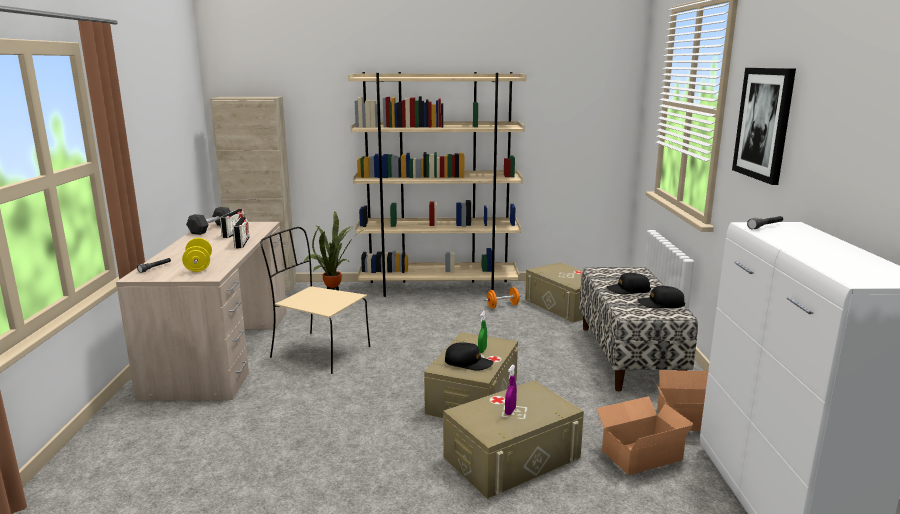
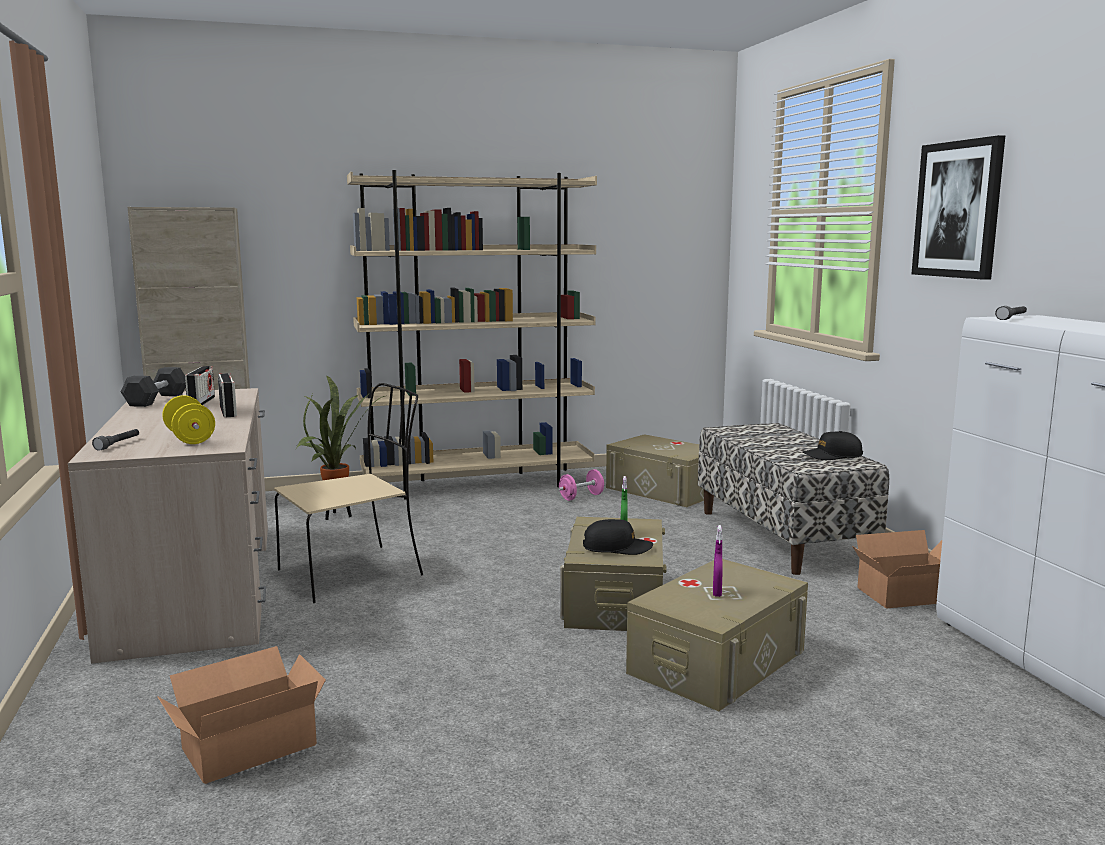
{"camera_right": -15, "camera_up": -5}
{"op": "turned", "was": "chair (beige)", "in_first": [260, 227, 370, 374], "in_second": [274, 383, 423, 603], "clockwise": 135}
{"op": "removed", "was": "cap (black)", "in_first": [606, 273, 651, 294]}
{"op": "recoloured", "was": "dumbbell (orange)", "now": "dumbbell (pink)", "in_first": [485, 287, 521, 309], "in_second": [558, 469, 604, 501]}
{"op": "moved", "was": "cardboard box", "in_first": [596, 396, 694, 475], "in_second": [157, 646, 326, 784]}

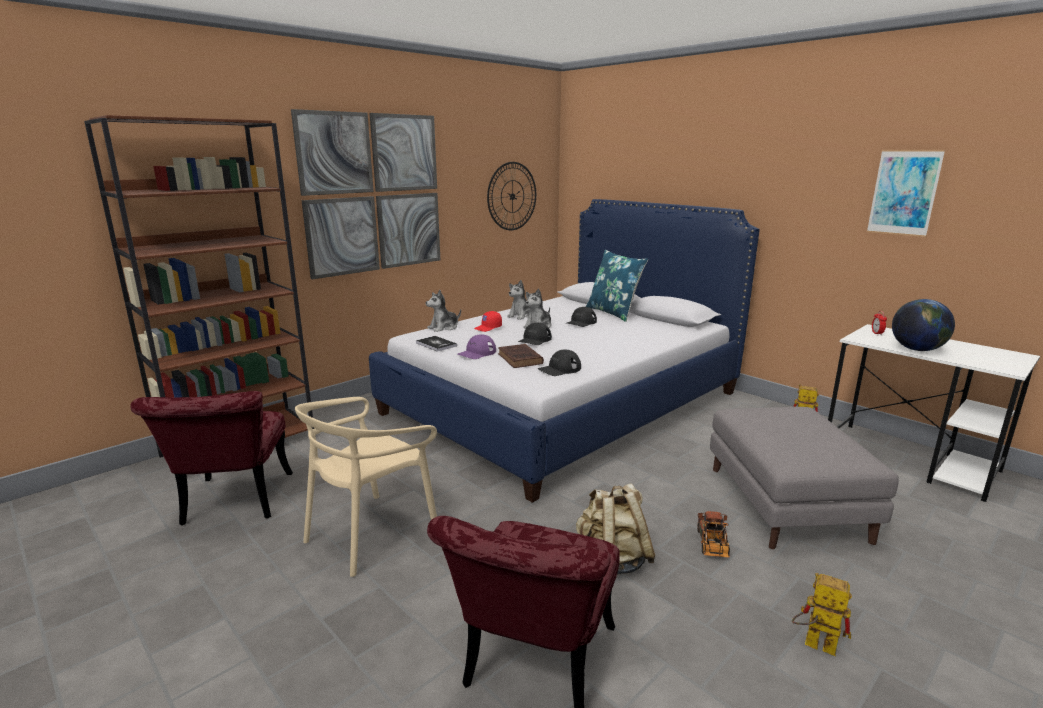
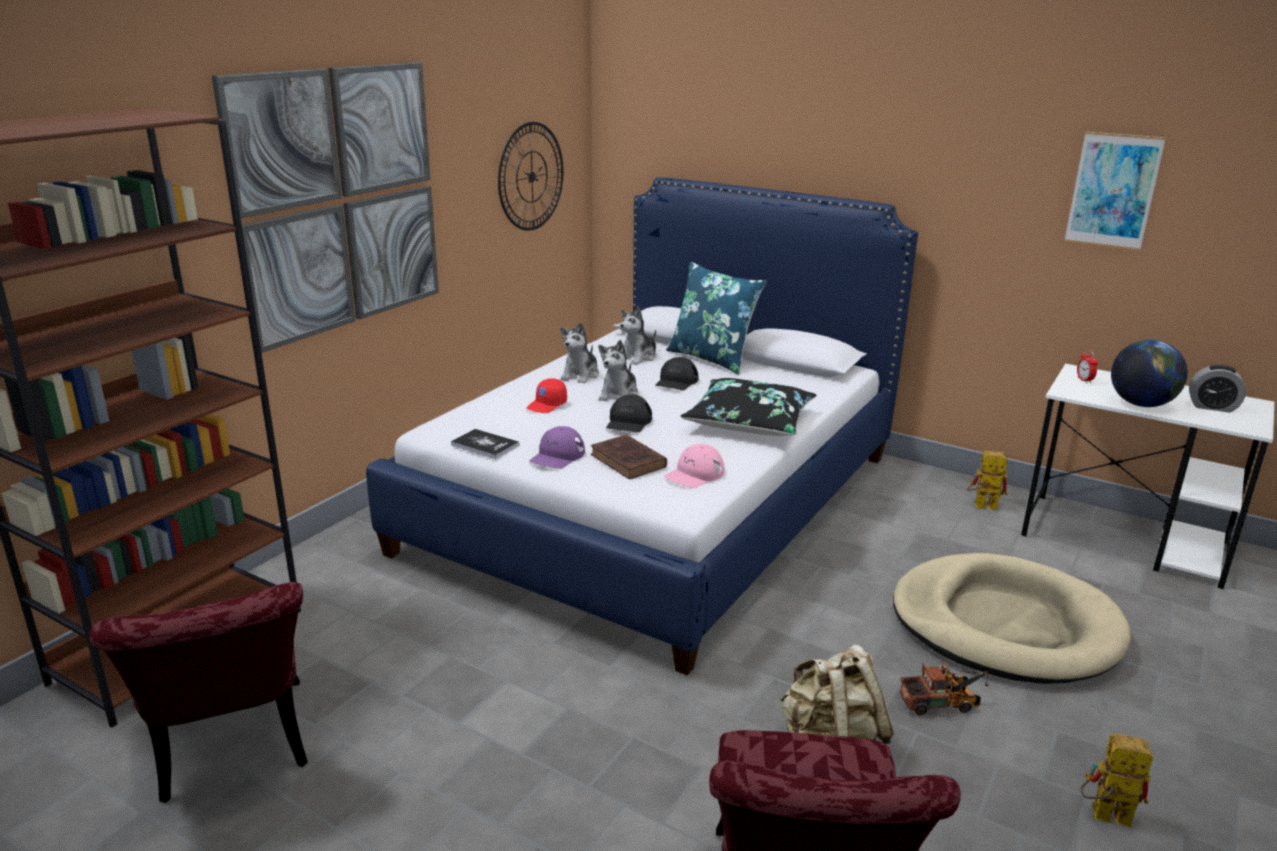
{"camera_right": -15, "camera_up": 5}
{"op": "moved", "was": "plush toy", "in_first": [426, 290, 461, 332], "in_second": [620, 306, 656, 365]}
{"op": "recoloured", "was": "cap (black)", "now": "cap (pink)", "in_first": [538, 350, 581, 376], "in_second": [664, 444, 724, 488]}
{"op": "removed", "was": "chair (beige)", "in_first": [295, 397, 437, 577]}
{"op": "replaced", "was": "ottoman (grey)", "now": "dog bed (beige)", "in_first": [710, 407, 899, 549], "in_second": [893, 553, 1131, 684]}
{"op": "turned", "was": "toy truck", "in_first": [697, 511, 730, 558], "in_second": [900, 664, 989, 716], "clockwise": -90}
{"op": "added", "now": "alarm clock", "in_second": [1189, 365, 1246, 413]}
{"op": "added", "now": "pillow (black)", "in_second": [680, 378, 817, 436]}

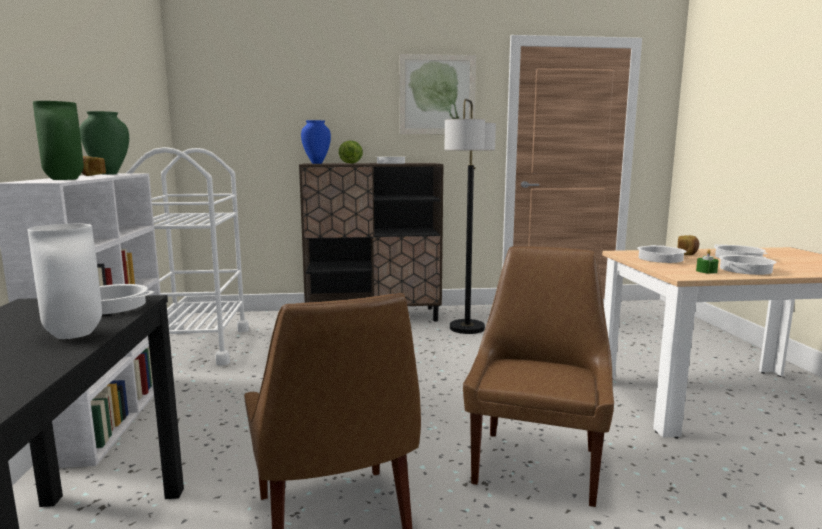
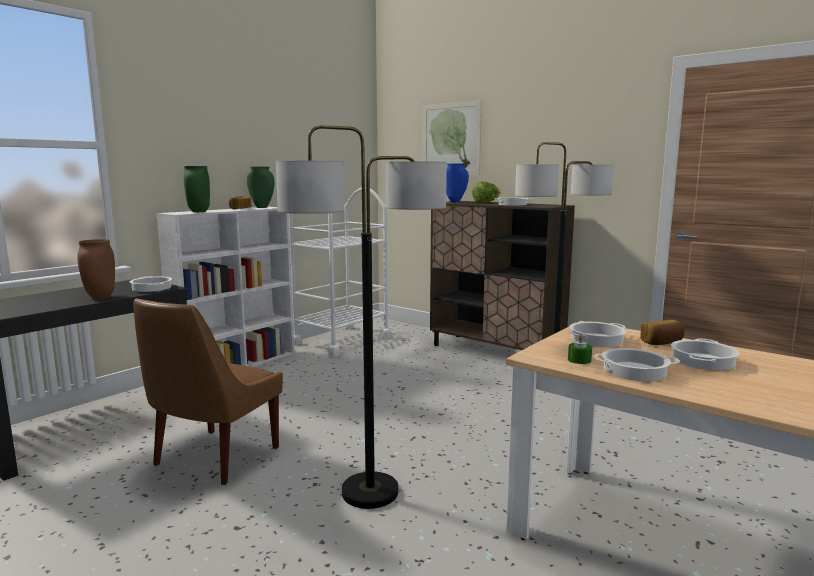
{"camera_right": 45, "camera_up": 0}
{"op": "moved", "was": "picture", "in_first": [400, 54, 476, 134], "in_second": [423, 100, 482, 175]}
{"op": "recoloured", "was": "vase (white)", "now": "vase (brown)", "in_first": [28, 224, 102, 339], "in_second": [77, 239, 115, 299]}
{"op": "replaced", "was": "chair (brown)", "now": "floor lamp", "in_first": [463, 246, 614, 507], "in_second": [276, 125, 447, 509]}

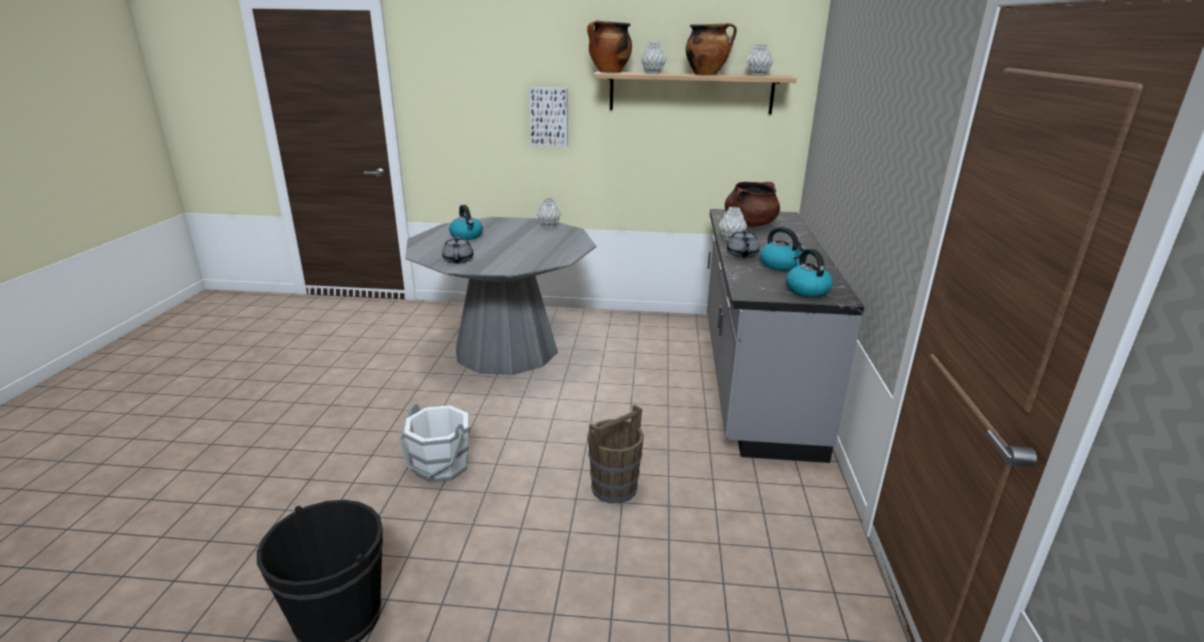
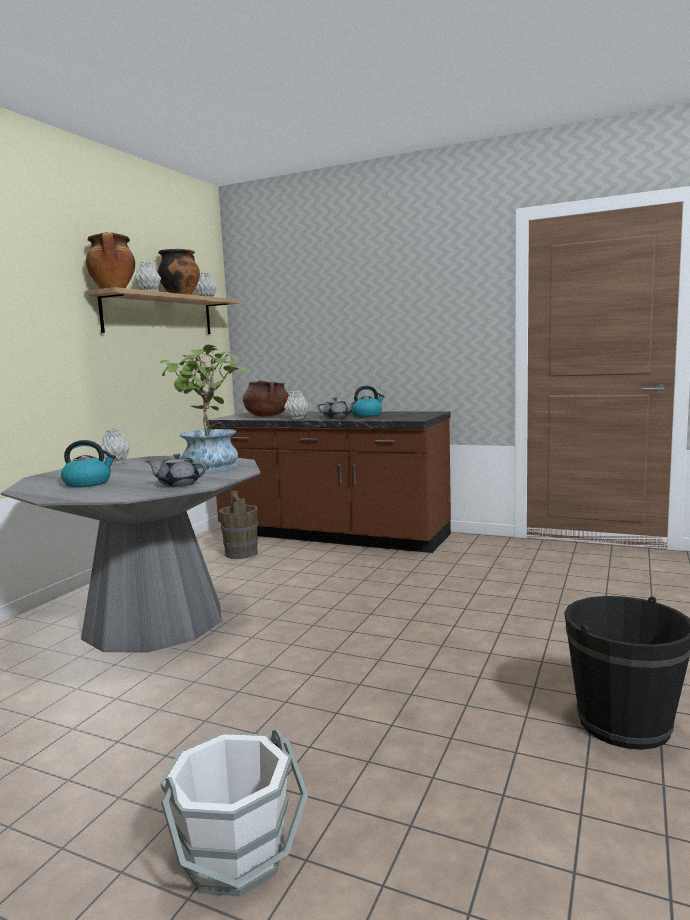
{"camera_right": -70, "camera_up": -15}
{"op": "removed", "was": "picture", "in_first": [529, 87, 568, 147]}
{"op": "recoloured", "was": "counter (grey)", "now": "counter (brown)", "in_first": [707, 209, 864, 463], "in_second": [208, 411, 451, 553]}
{"op": "removed", "was": "kettle", "in_first": [786, 249, 833, 297]}
{"op": "moved", "was": "bucket (white)", "in_first": [399, 404, 470, 483], "in_second": [161, 729, 308, 896]}
{"op": "moved", "was": "bucket (brown)", "in_first": [588, 405, 644, 503], "in_second": [219, 491, 258, 559]}
{"op": "added", "now": "potted plant", "in_second": [160, 345, 247, 472]}

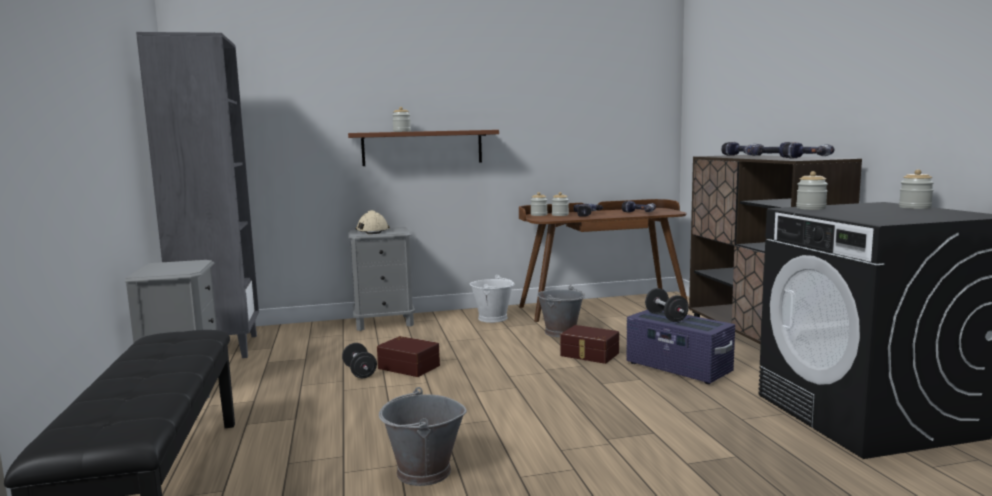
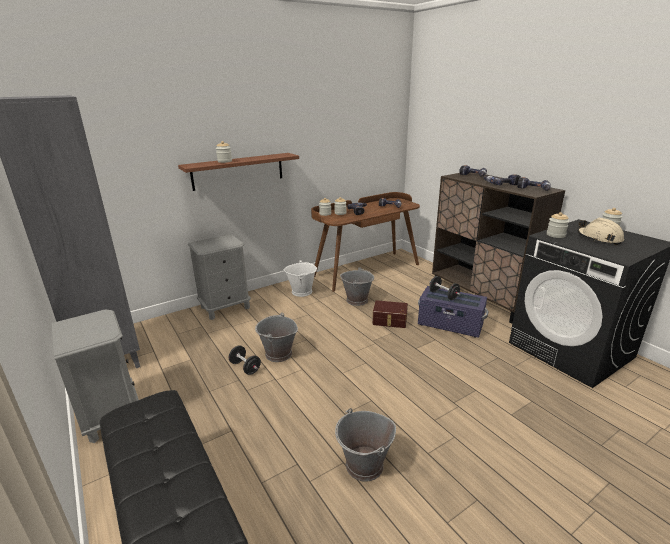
{"camera_right": -20, "camera_up": 15}
{"op": "moved", "was": "hard hat (beige)", "in_first": [356, 210, 389, 234], "in_second": [578, 218, 624, 245]}
{"op": "replaced", "was": "storage box (brown)", "now": "bucket (grey)", "in_first": [377, 336, 440, 377], "in_second": [255, 313, 298, 362]}

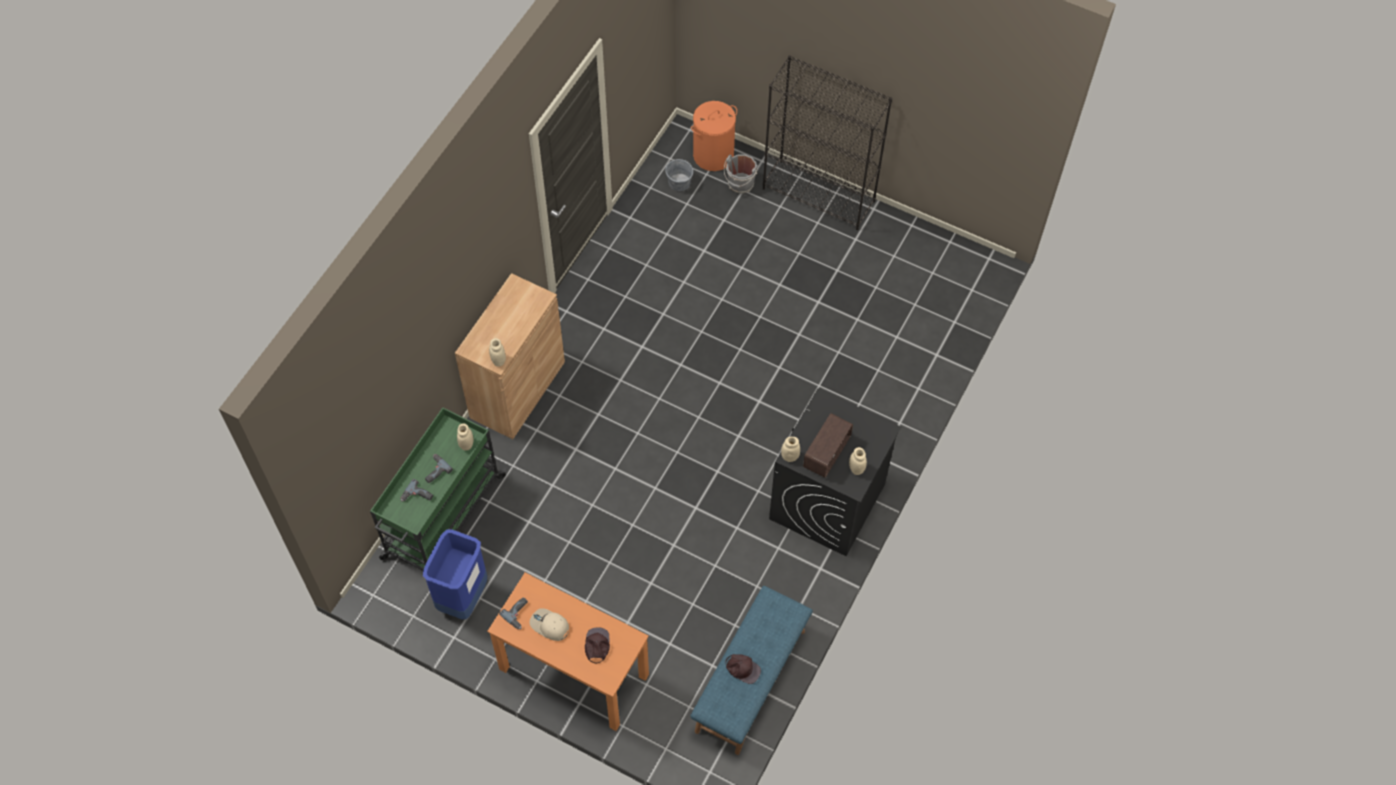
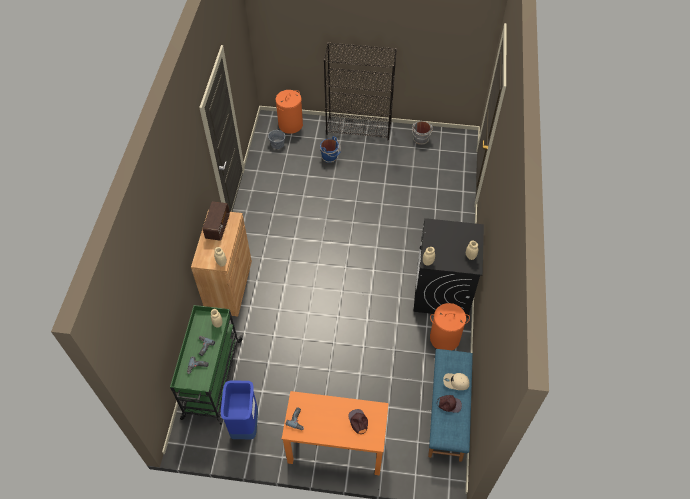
{"camera_right": -20, "camera_up": -5}
{"op": "moved", "was": "bucket (grey)", "in_first": [724, 154, 757, 193], "in_second": [412, 121, 433, 145]}
{"op": "moved", "was": "radio", "in_first": [803, 413, 853, 478], "in_second": [203, 201, 230, 241]}
{"op": "moved", "was": "cap (beige)", "in_first": [530, 608, 569, 641], "in_second": [443, 373, 470, 390]}
{"op": "added", "now": "bucket (blue)", "in_second": [320, 136, 341, 163]}
{"op": "added", "now": "laundry basket (orange)", "in_second": [430, 303, 470, 350]}

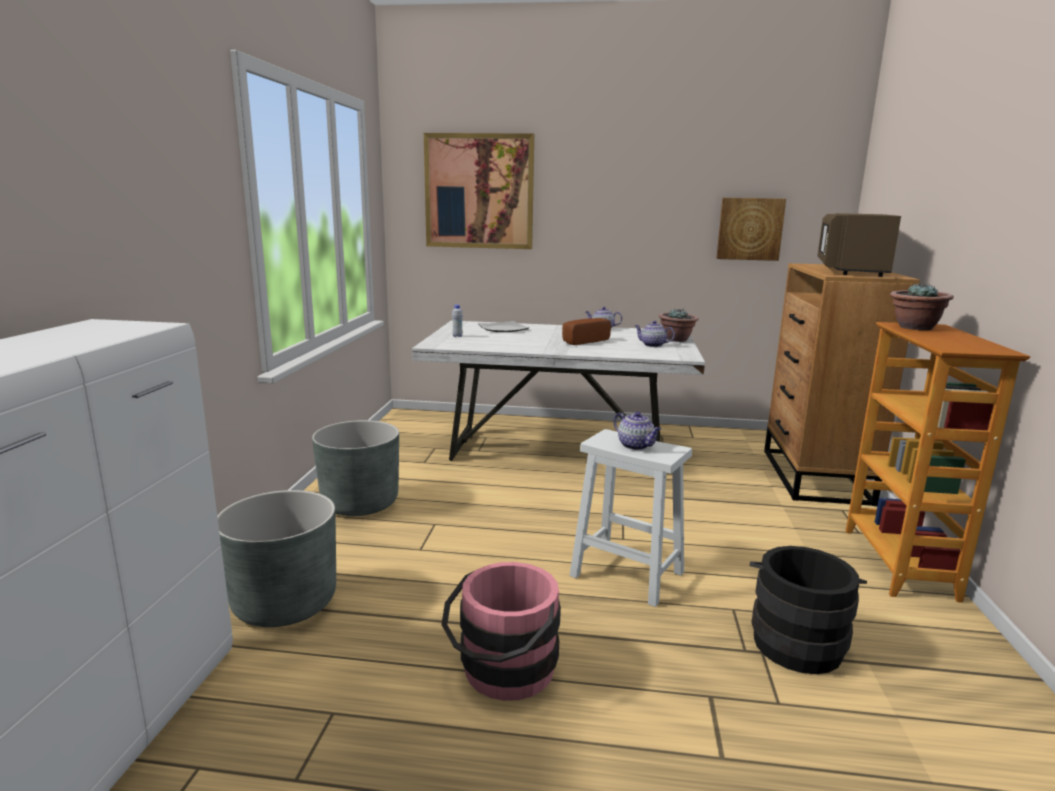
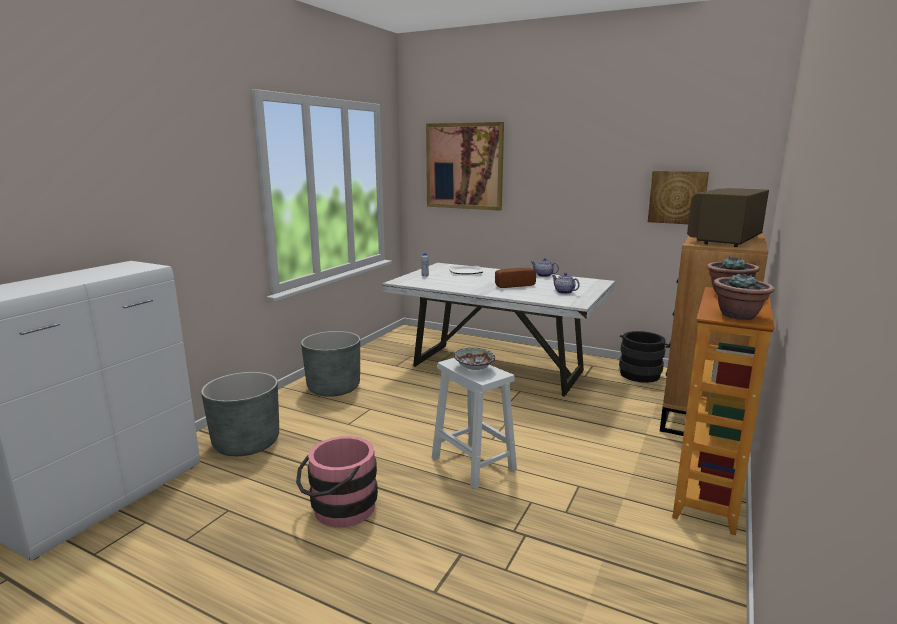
{"camera_right": 20, "camera_up": 0}
{"op": "moved", "was": "potted plant", "in_first": [659, 309, 698, 342], "in_second": [714, 273, 774, 320]}
{"op": "replaced", "was": "teapot", "now": "bowl", "in_first": [614, 412, 662, 450], "in_second": [454, 348, 495, 370]}
{"op": "moved", "was": "bucket (black)", "in_first": [750, 546, 867, 674], "in_second": [619, 331, 670, 383]}

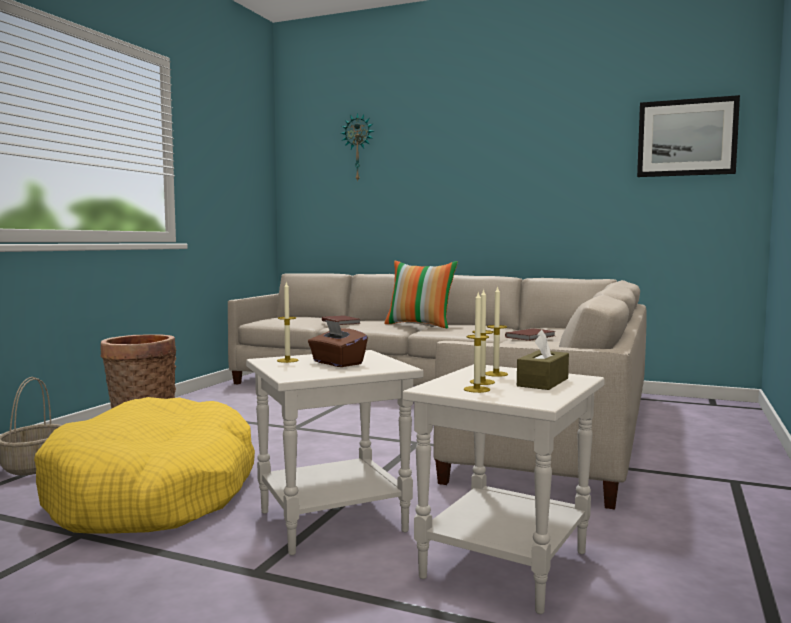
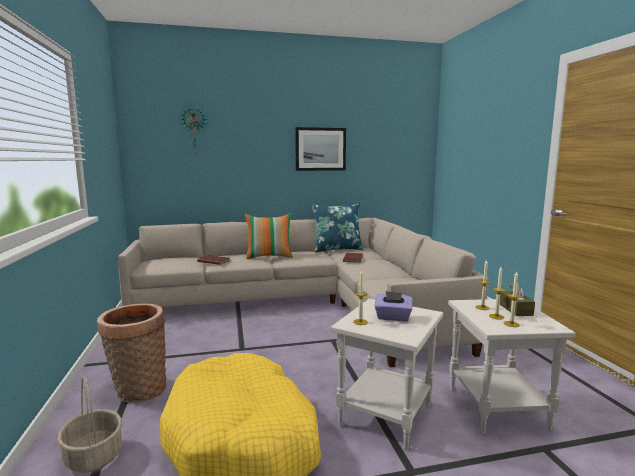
{"camera_right": -35, "camera_up": 5}
{"op": "moved", "was": "picture", "in_first": [637, 95, 740, 177], "in_second": [295, 127, 346, 171]}
{"op": "recoloured", "was": "tissue box (brown)", "now": "tissue box (purple)", "in_first": [308, 320, 368, 367], "in_second": [375, 291, 412, 321]}
{"op": "added", "now": "pillow (blue)", "in_second": [312, 203, 364, 252]}

